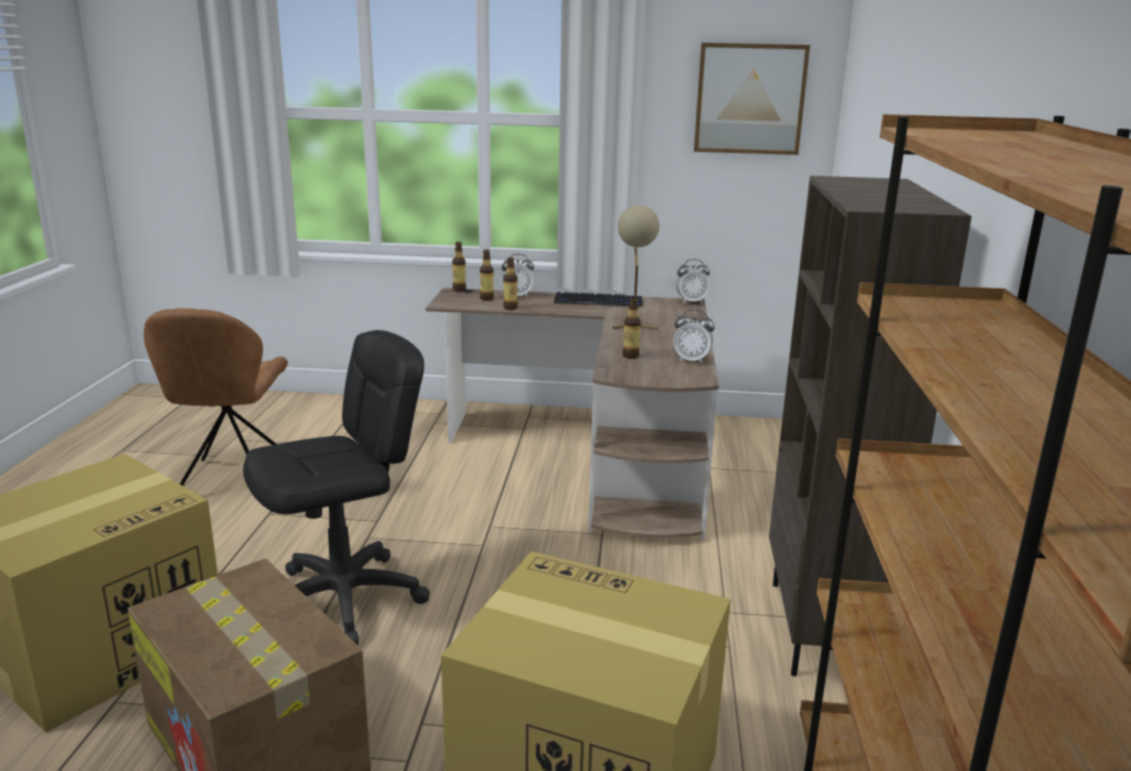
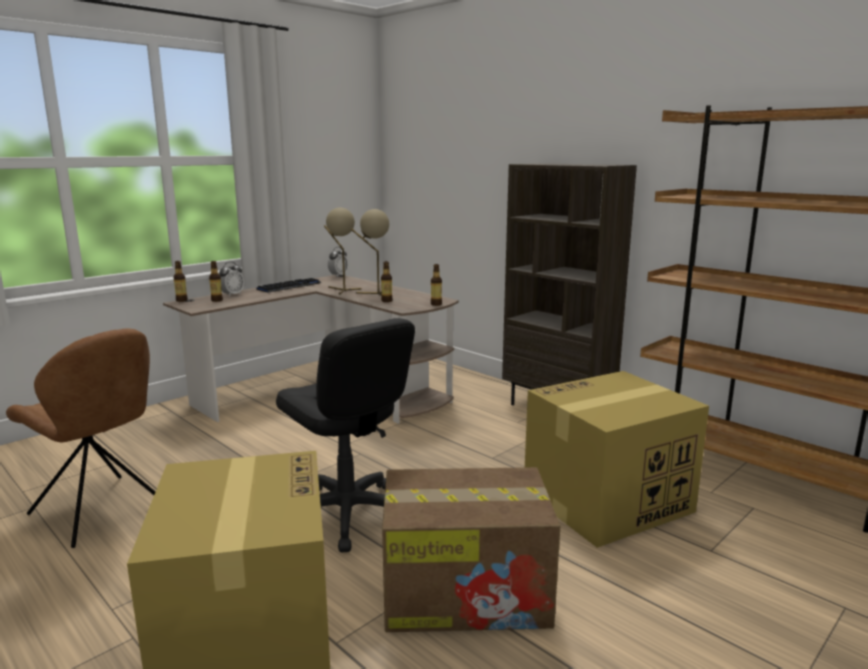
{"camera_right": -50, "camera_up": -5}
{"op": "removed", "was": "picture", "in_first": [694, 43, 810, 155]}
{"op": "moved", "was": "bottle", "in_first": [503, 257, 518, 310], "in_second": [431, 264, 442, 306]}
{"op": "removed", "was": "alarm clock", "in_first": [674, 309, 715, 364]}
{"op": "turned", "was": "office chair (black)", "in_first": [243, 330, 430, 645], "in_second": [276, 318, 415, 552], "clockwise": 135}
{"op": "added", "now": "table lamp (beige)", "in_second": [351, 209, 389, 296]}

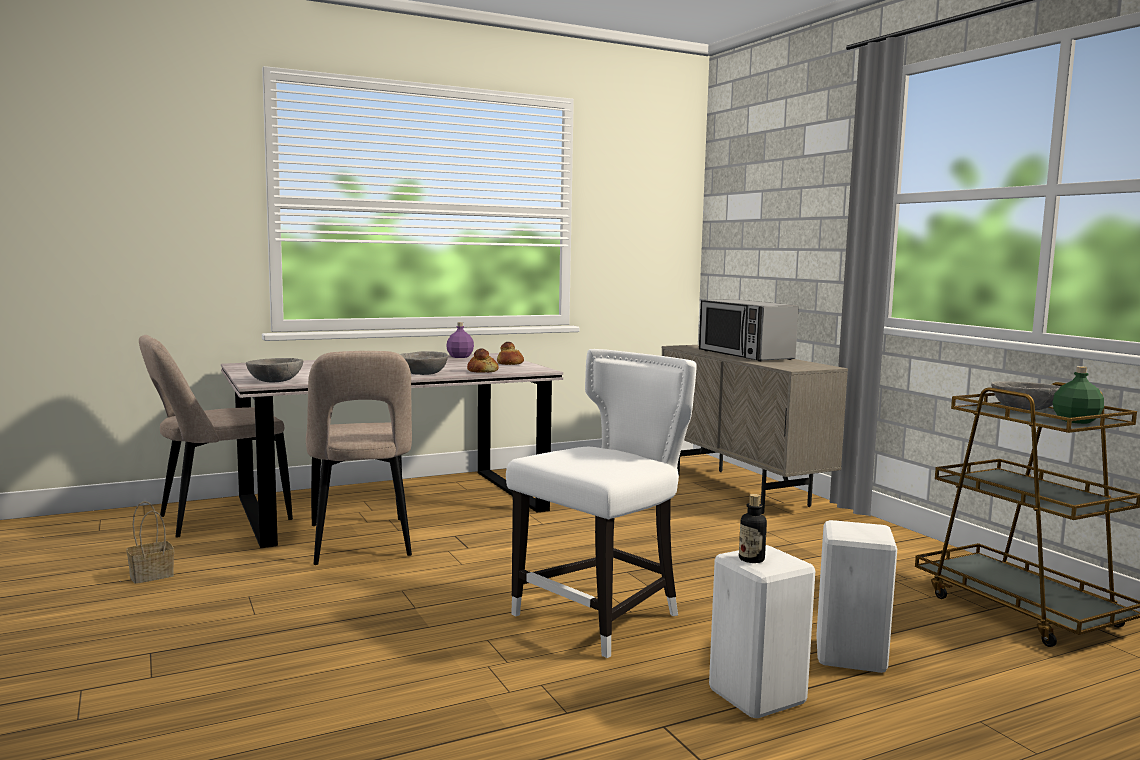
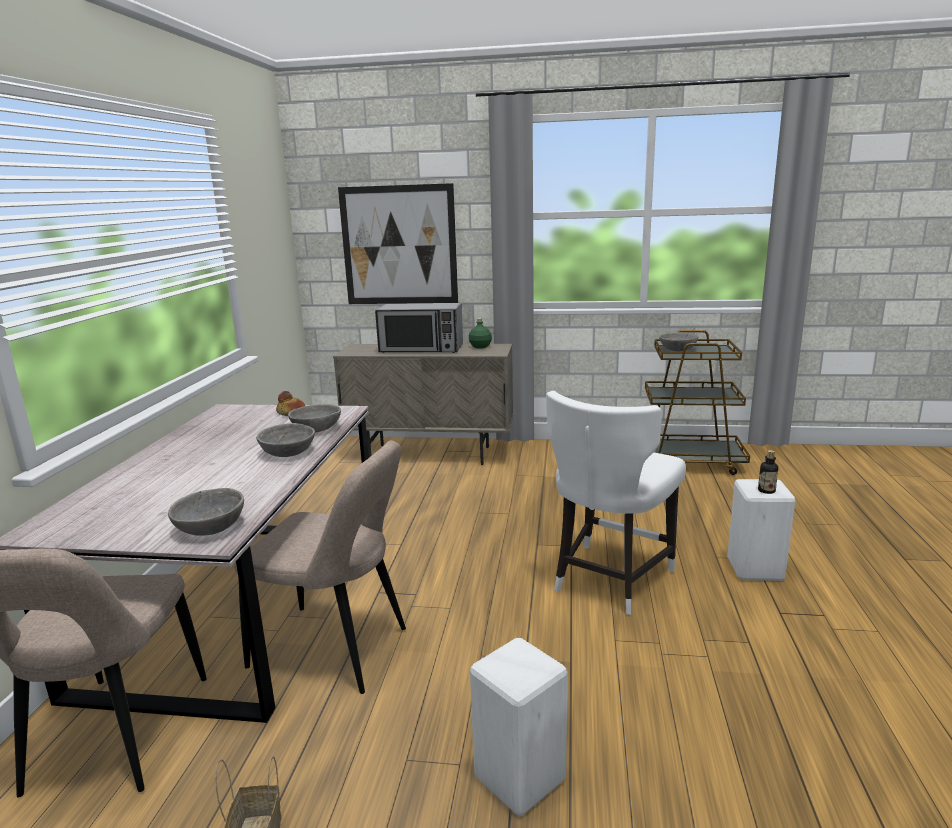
{"camera_right": -55, "camera_up": 10}
{"op": "removed", "was": "bottle (purple)", "in_first": [446, 322, 474, 358]}
{"op": "replaced", "was": "bread", "now": "bowl (grey)", "in_first": [467, 348, 499, 372], "in_second": [288, 404, 341, 432]}
{"op": "turned", "was": "chair (white)", "in_first": [506, 349, 697, 658], "in_second": [546, 391, 686, 615], "clockwise": -135}
{"op": "moved", "was": "bottle (green)", "in_first": [1052, 366, 1104, 424], "in_second": [469, 318, 492, 349]}
{"op": "moved", "was": "stool (white)", "in_first": [816, 520, 897, 673], "in_second": [470, 638, 567, 816]}
{"op": "added", "now": "picture", "in_second": [338, 183, 458, 304]}

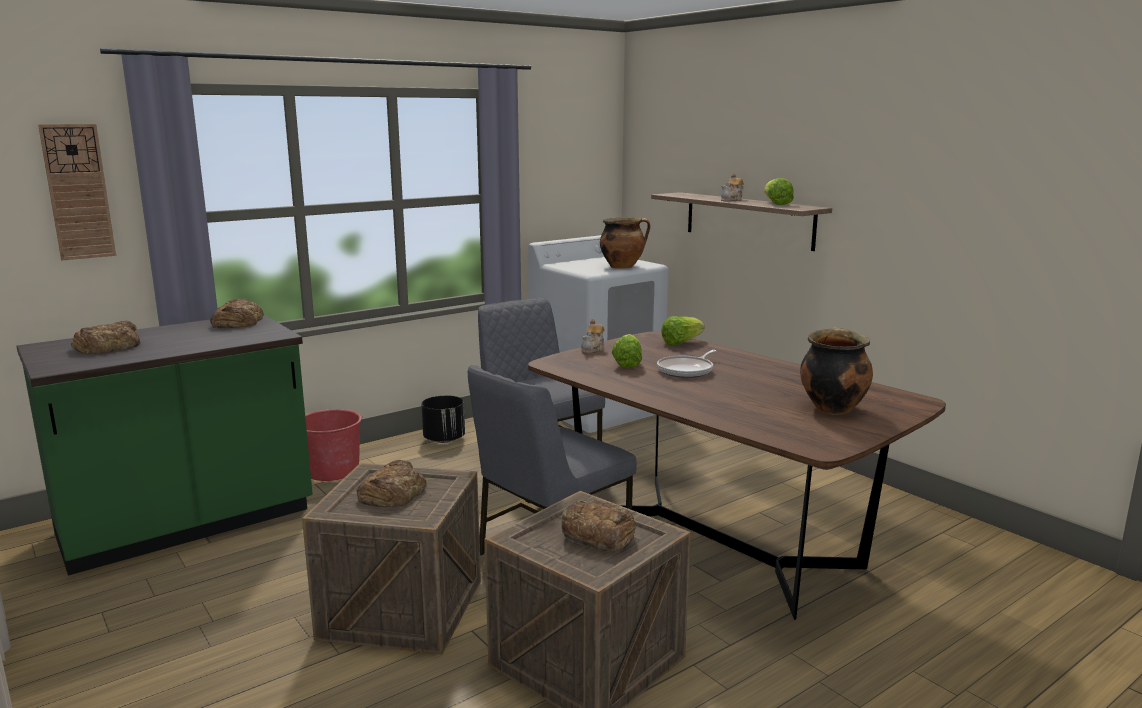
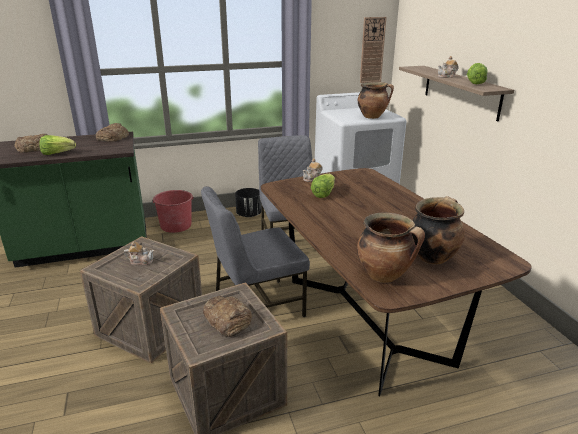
{"camera_right": 20, "camera_up": 10}
{"op": "moved", "was": "wall clock", "in_first": [38, 124, 116, 260], "in_second": [360, 17, 387, 83]}
{"op": "moved", "was": "lettuce", "in_first": [661, 316, 705, 345], "in_second": [39, 135, 76, 155]}
{"op": "removed", "was": "frying pan", "in_first": [657, 350, 716, 378]}
{"op": "replaced", "was": "bread", "now": "teapot", "in_first": [357, 460, 427, 507], "in_second": [124, 242, 154, 265]}
{"op": "added", "now": "cooking pot", "in_second": [357, 212, 425, 283]}

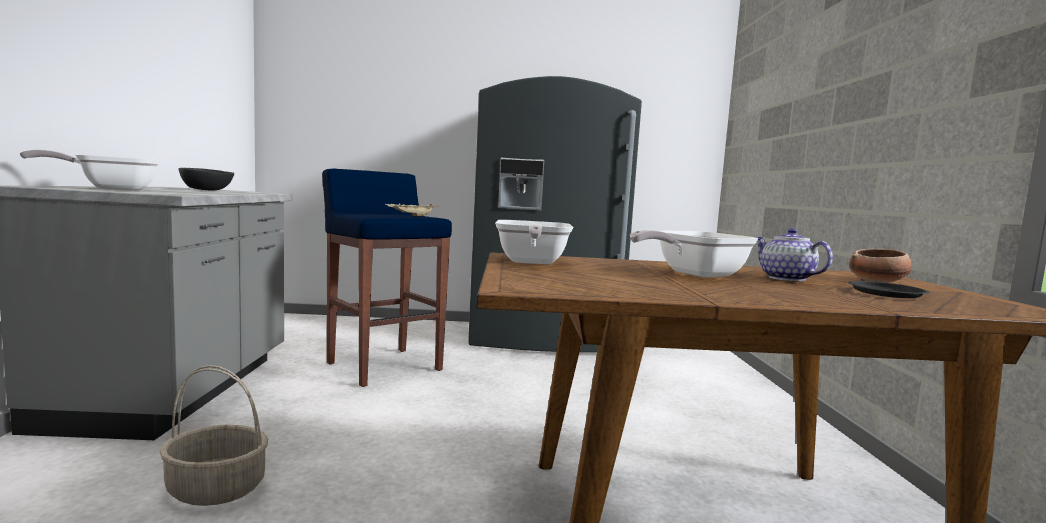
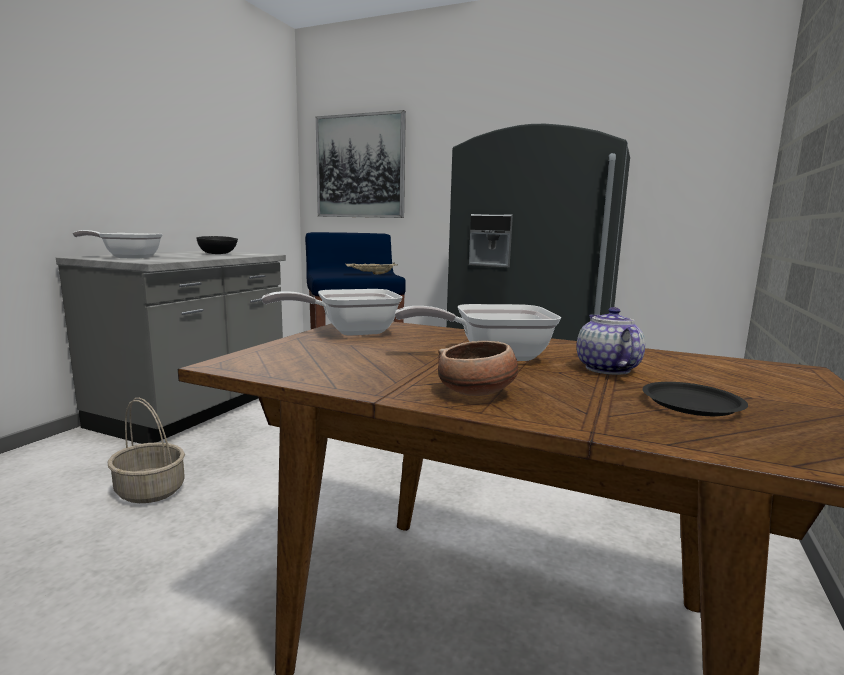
{"camera_right": 25, "camera_up": 5}
{"op": "turned", "was": "frying pan", "in_first": [495, 220, 573, 264], "in_second": [262, 289, 402, 336], "clockwise": 45}
{"op": "moved", "was": "bowl", "in_first": [849, 249, 912, 283], "in_second": [438, 341, 518, 396]}
{"op": "added", "now": "picture", "in_second": [316, 110, 406, 218]}

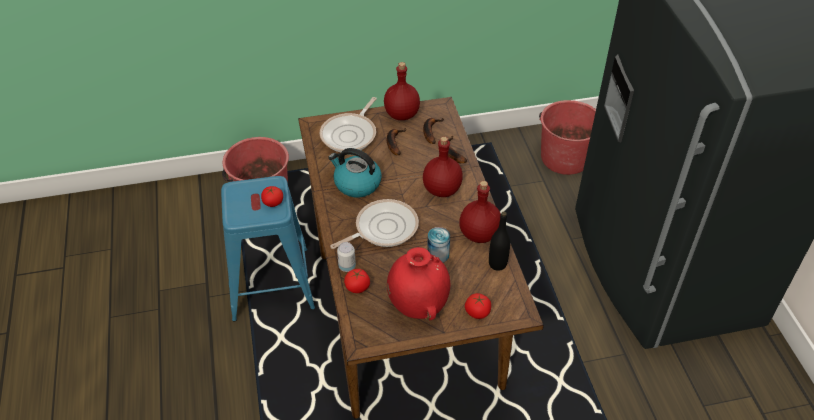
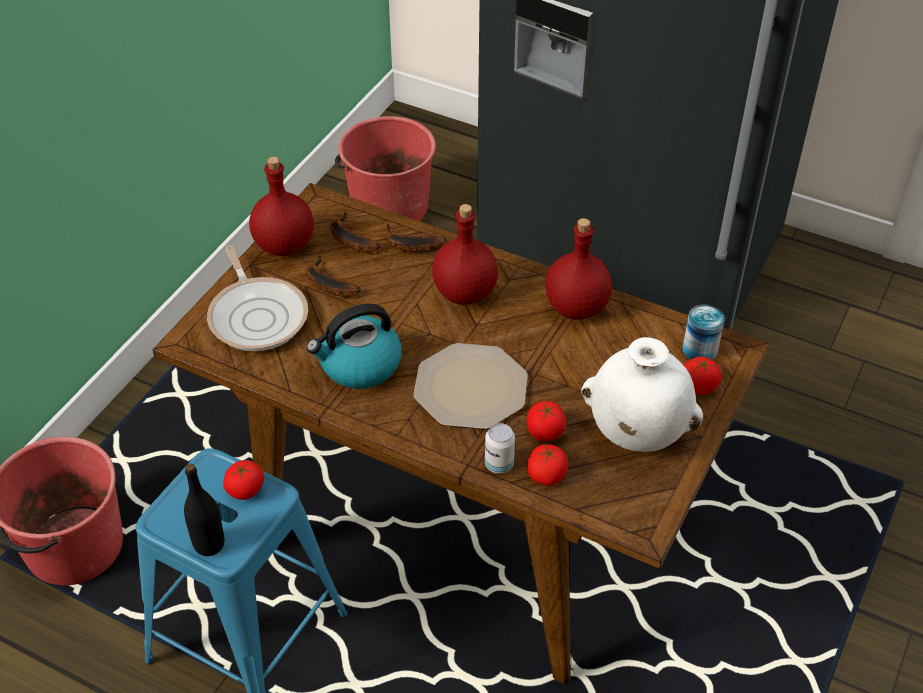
{"camera_right": -50, "camera_up": 0}
{"op": "replaced", "was": "frying pan", "now": "plate", "in_first": [331, 199, 419, 249], "in_second": [413, 343, 528, 429]}
{"op": "moved", "was": "bottle (black)", "in_first": [489, 212, 510, 271], "in_second": [184, 464, 224, 556]}
{"op": "moved", "was": "can", "in_first": [427, 227, 450, 263], "in_second": [683, 304, 725, 360]}
{"op": "recoloured", "was": "vase (red)", "now": "vase (white)", "in_first": [387, 247, 450, 321], "in_second": [581, 337, 703, 452]}
{"op": "added", "now": "tomato", "in_second": [527, 401, 566, 442]}

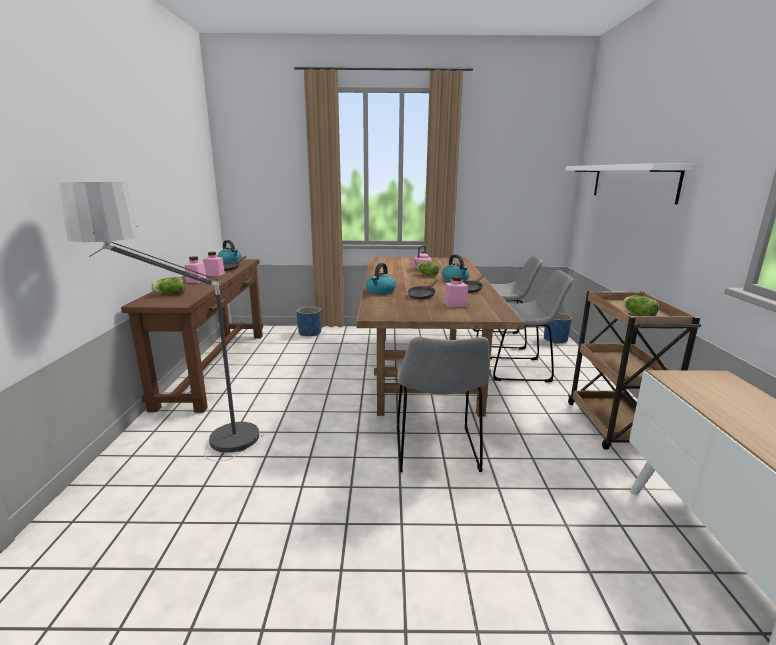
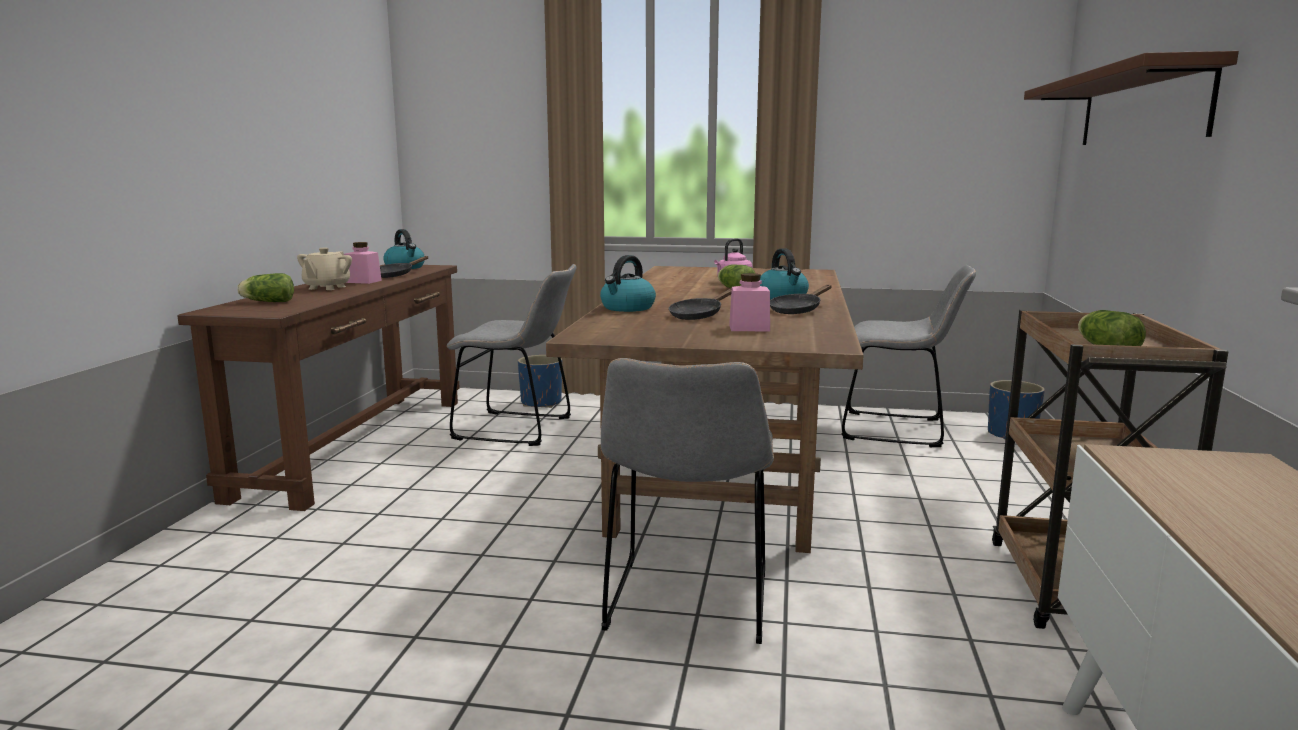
{"camera_right": 10, "camera_up": -5}
{"op": "recoloured", "was": "shelf (white)", "now": "shelf (brown)", "in_first": [566, 163, 695, 204], "in_second": [1024, 51, 1239, 145]}
{"op": "removed", "was": "floor lamp", "in_first": [59, 182, 264, 461]}
{"op": "replaced", "was": "jar (pink)", "now": "teapot (beige)", "in_first": [185, 256, 207, 283], "in_second": [297, 248, 352, 290]}
{"op": "moved", "was": "chair (grey)", "in_first": [490, 270, 573, 382], "in_second": [447, 264, 577, 446]}

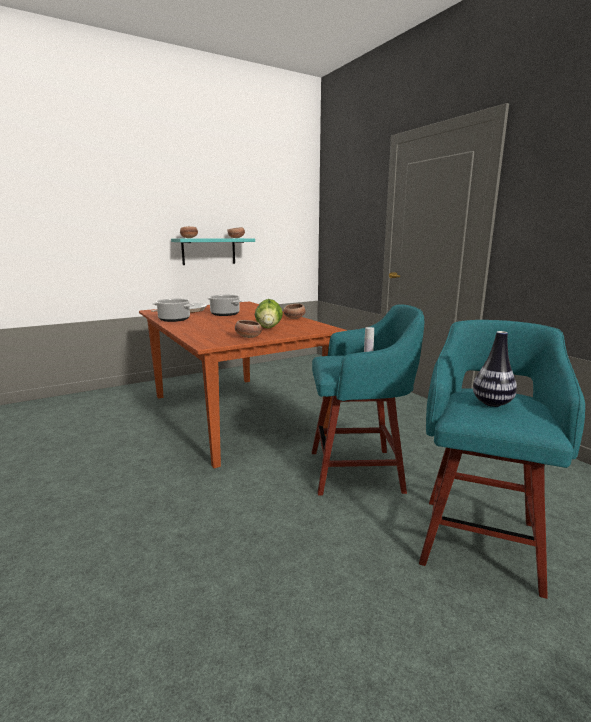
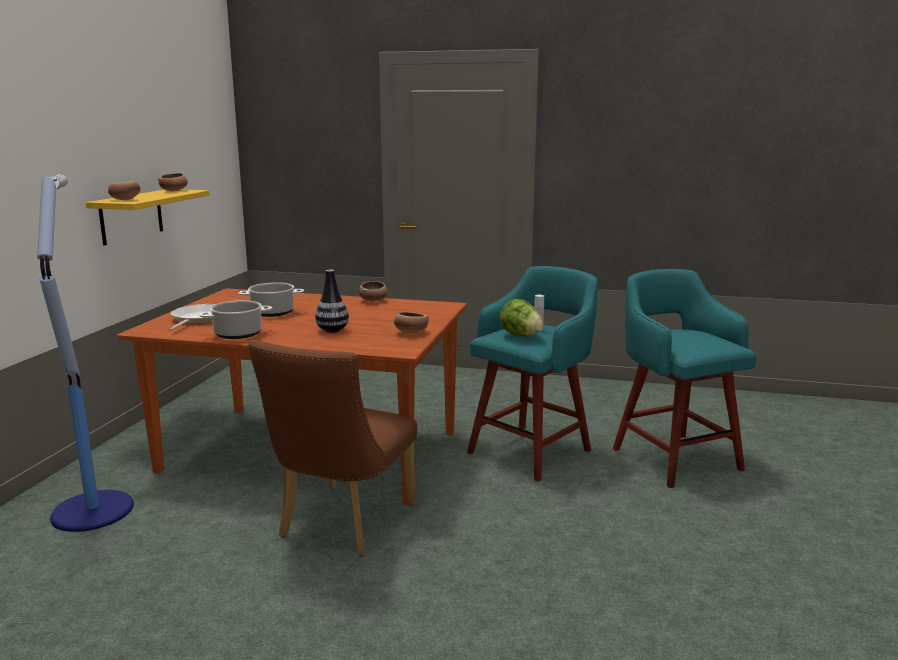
{"camera_right": -45, "camera_up": 0}
{"op": "recoloured", "was": "shelf (turquoise)", "now": "shelf (yellow)", "in_first": [171, 238, 255, 265], "in_second": [86, 190, 209, 246]}
{"op": "moved", "was": "lettuce", "in_first": [255, 299, 283, 329], "in_second": [500, 299, 543, 337]}
{"op": "moved", "was": "vase", "in_first": [473, 331, 517, 407], "in_second": [315, 270, 349, 333]}
{"op": "added", "now": "floor lamp", "in_second": [37, 174, 134, 532]}
{"op": "added", "now": "chair (brown)", "in_second": [248, 340, 417, 556]}

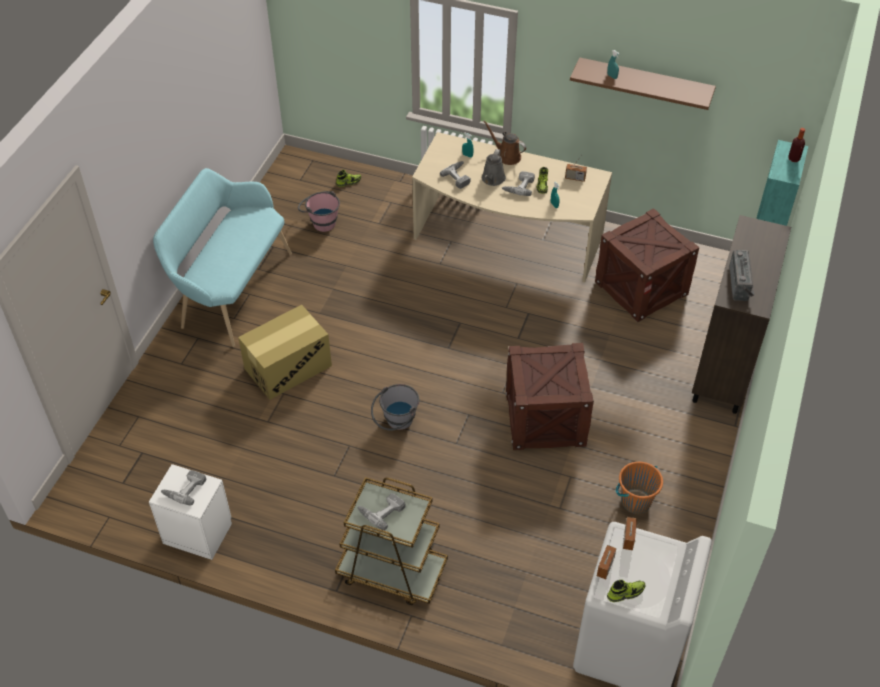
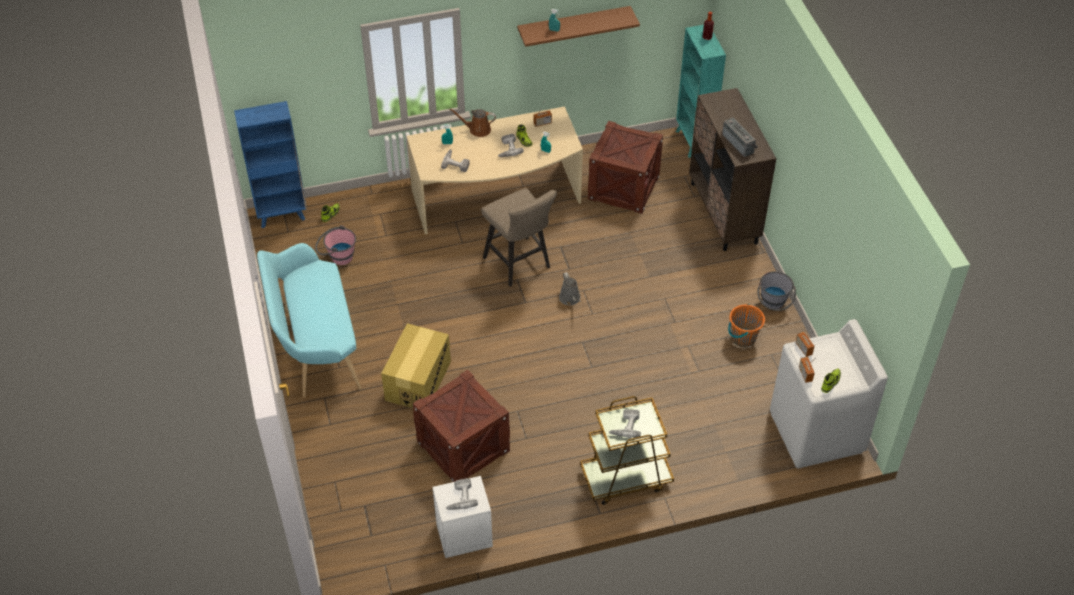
{"camera_right": -35, "camera_up": 0}
{"op": "moved", "was": "watering can (grey)", "in_first": [482, 149, 506, 186], "in_second": [559, 272, 581, 305]}
{"op": "moved", "was": "crate", "in_first": [505, 343, 594, 450], "in_second": [413, 370, 510, 482]}
{"op": "moved", "was": "bucket (grey)", "in_first": [371, 384, 419, 431], "in_second": [757, 271, 796, 311]}
{"op": "added", "now": "bookcase (blue)", "in_second": [234, 101, 307, 228]}
{"op": "added", "now": "stool (beige)", "in_second": [481, 188, 557, 287]}

